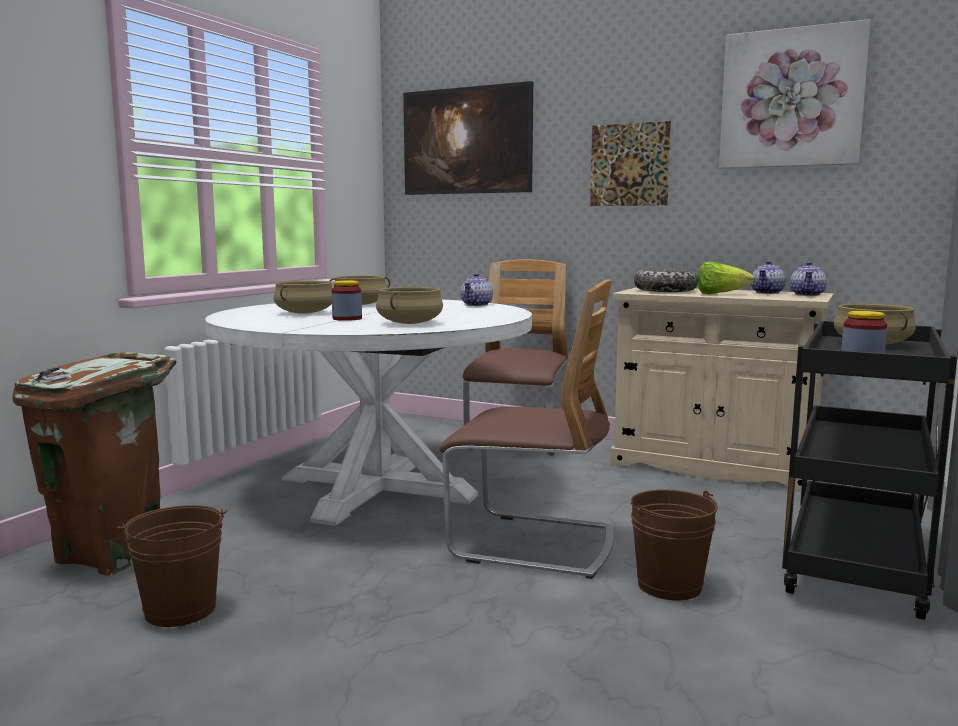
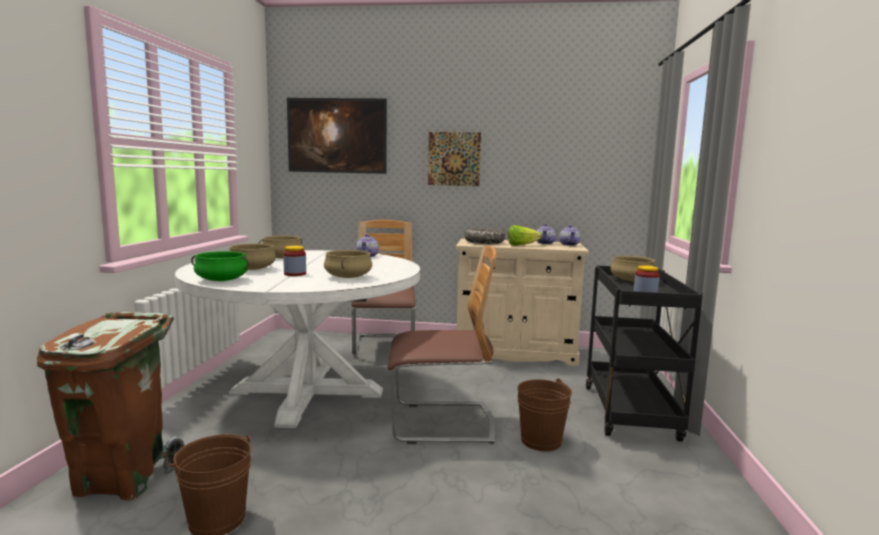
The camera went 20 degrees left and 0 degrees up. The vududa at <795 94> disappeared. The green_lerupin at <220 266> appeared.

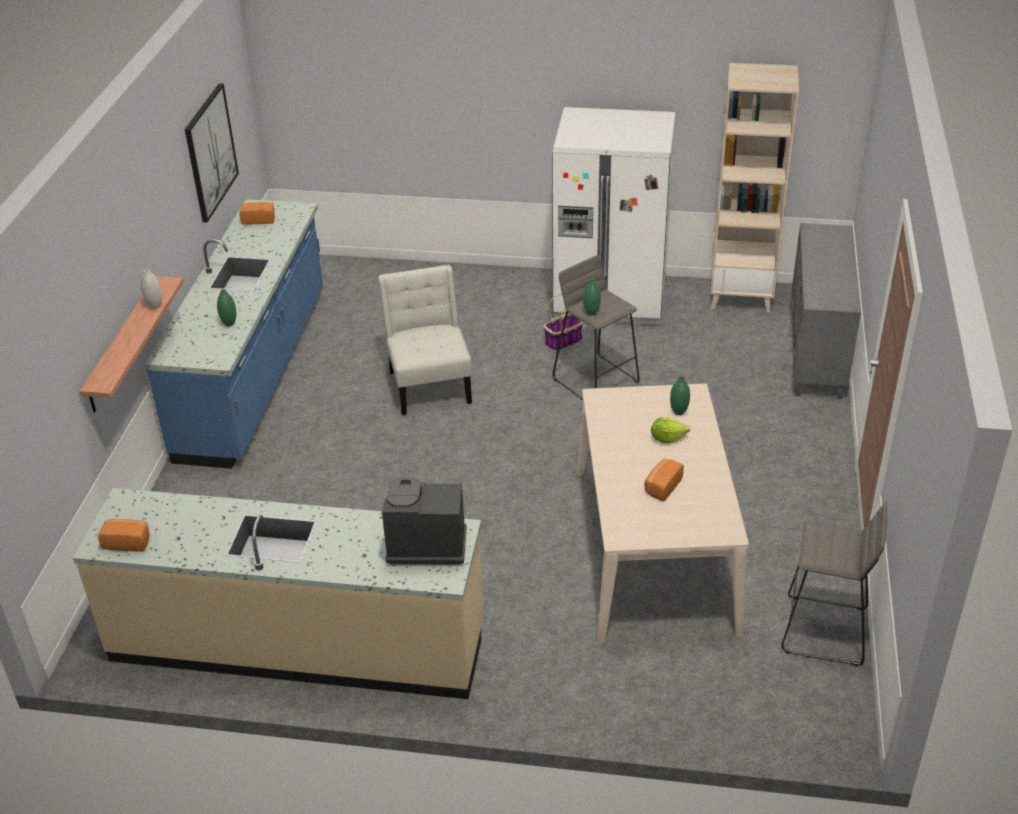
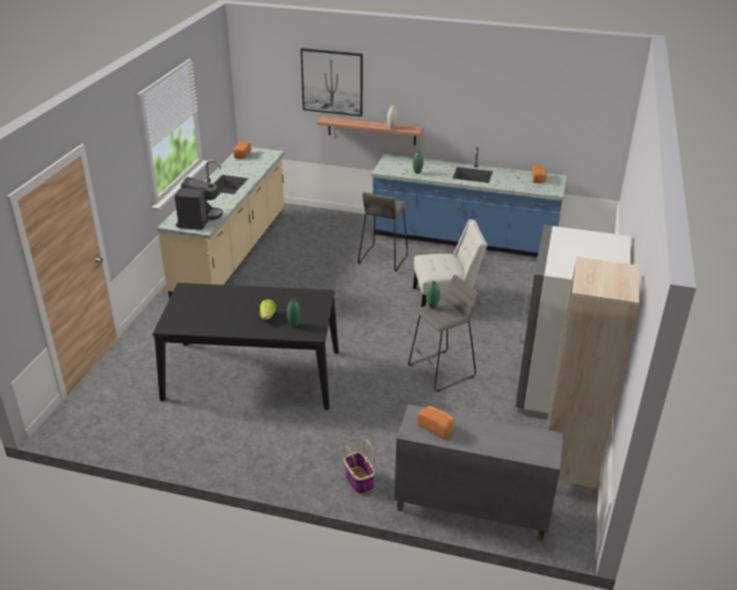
The camera went 95 degrees right and 5 degrees down. The vududa moved from <212 153> to <332 82>. The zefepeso moved from <563 322> to <359 467>. The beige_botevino at <663 513> became the black_botevino at <246 346>. The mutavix moved from <664 479> to <436 422>. The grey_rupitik moved from <834 584> to <383 232>.

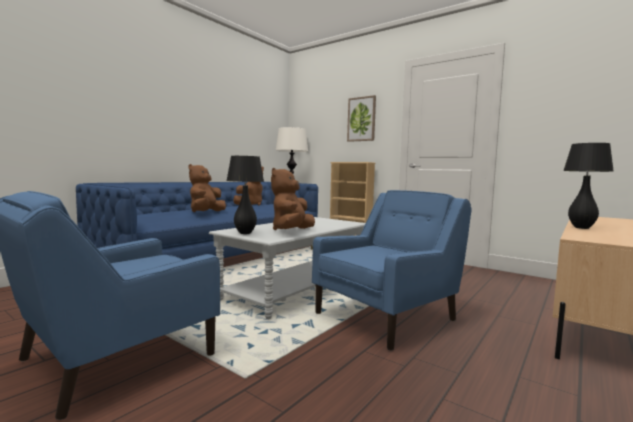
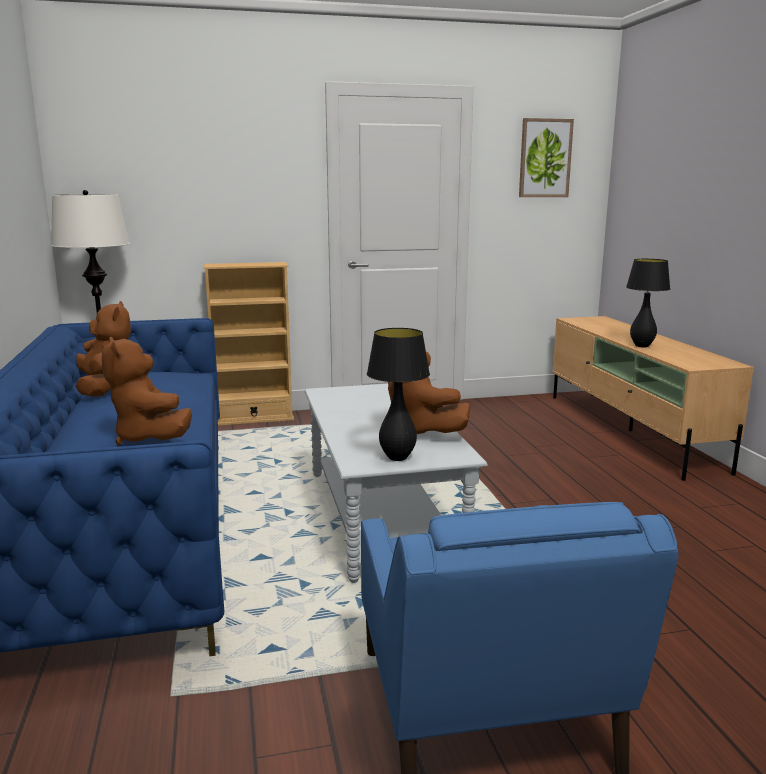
The camera went 50 degrees left and 10 degrees up. The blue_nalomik at <391 270> disappeared. The vududa moved from <361 118> to <546 157>.

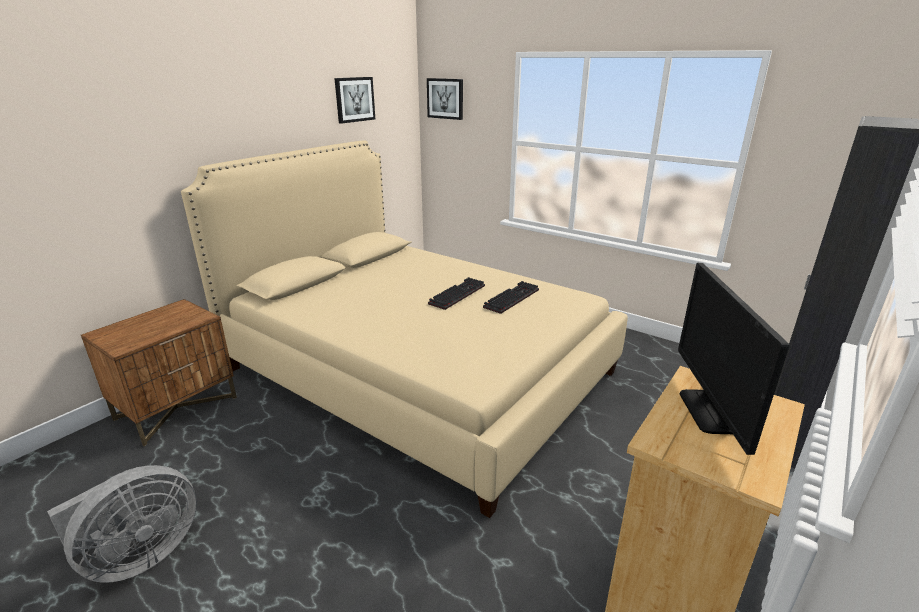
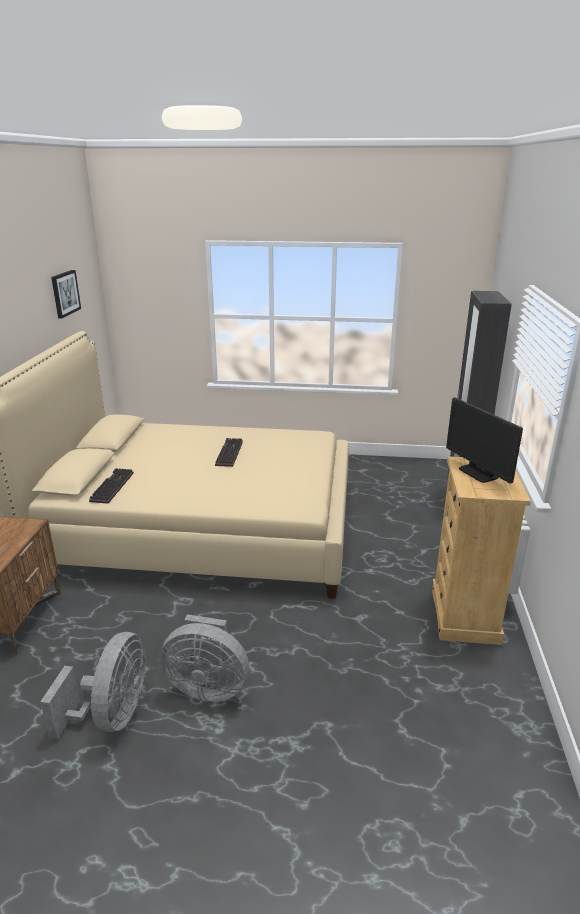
The camera went 30 degrees left and 0 degrees up. The vududa at <445 99> disappeared. The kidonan moved from <511 297> to <111 486>. The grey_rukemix at <204 658> appeared.

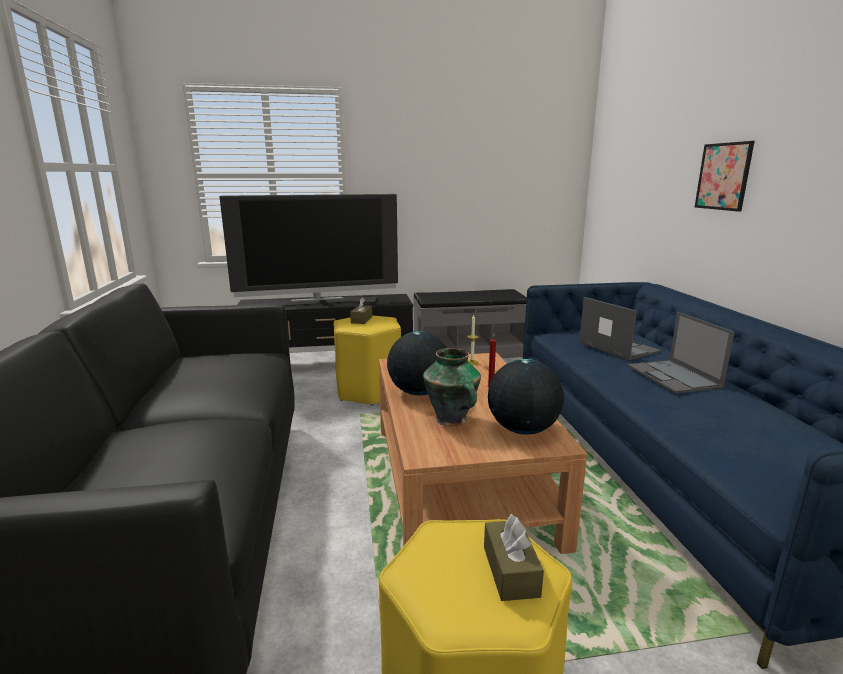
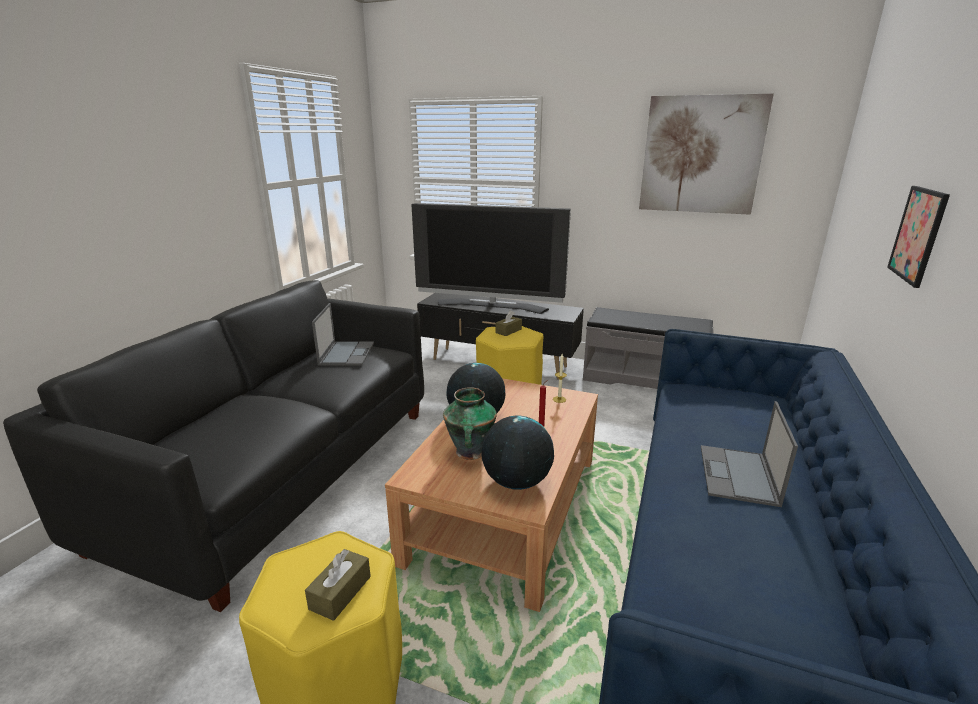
The camera went 30 degrees right and 5 degrees up. The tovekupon moved from <620 328> to <343 334>. The vududa at <706 154> appeared.

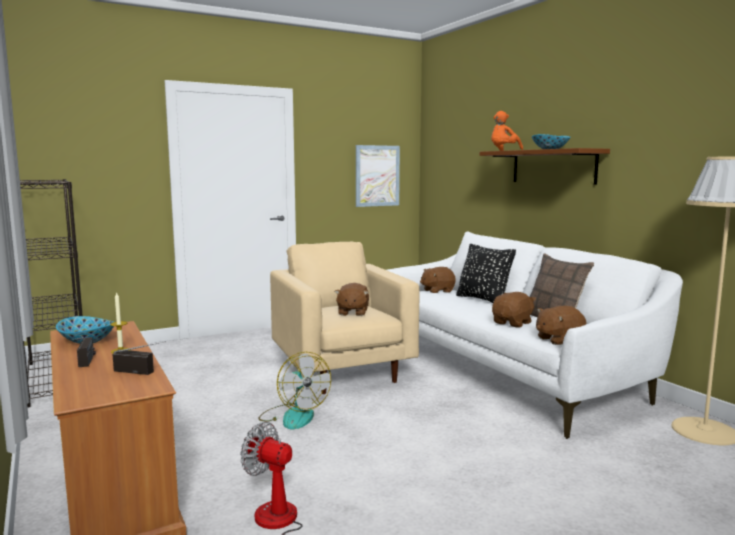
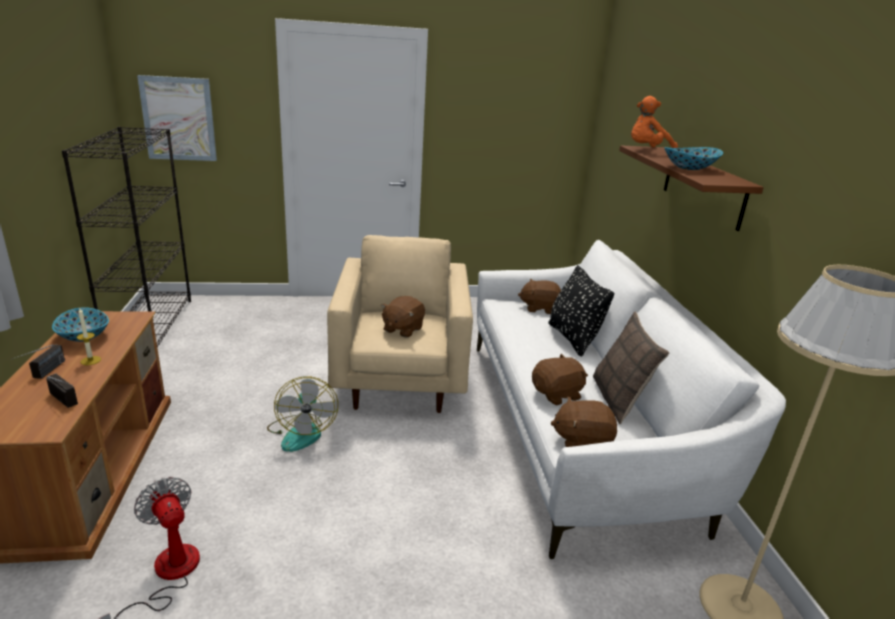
The camera went 20 degrees right and 15 degrees up. The vududa moved from <378 176> to <177 118>.

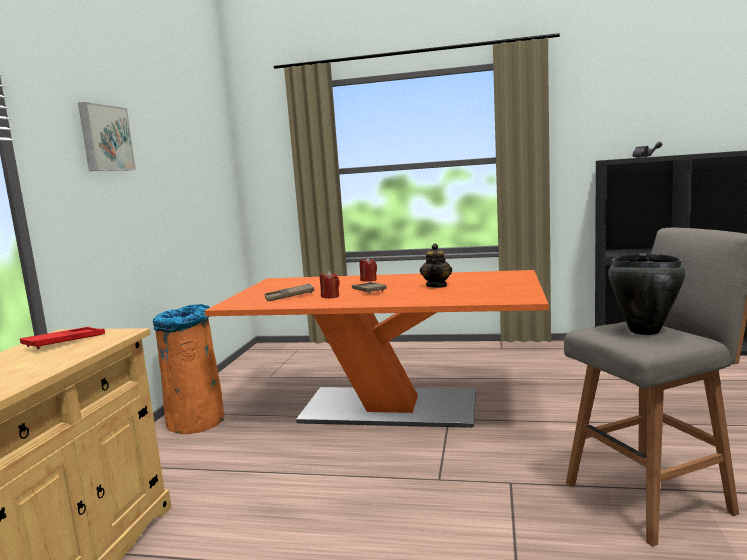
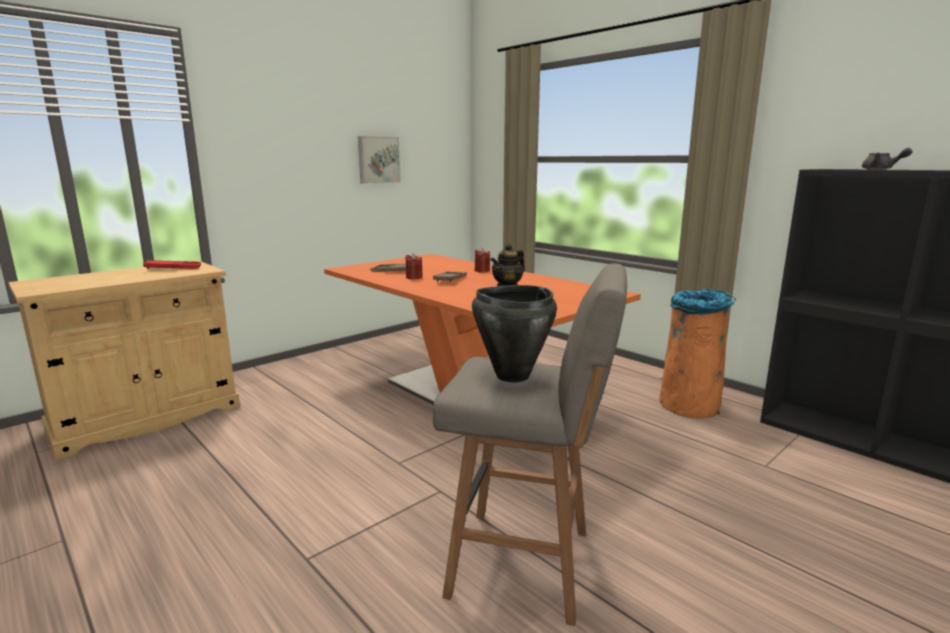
The camera went 35 degrees right and 5 degrees up. The vududa moved from <107 136> to <379 160>. The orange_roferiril moved from <188 369> to <697 354>.

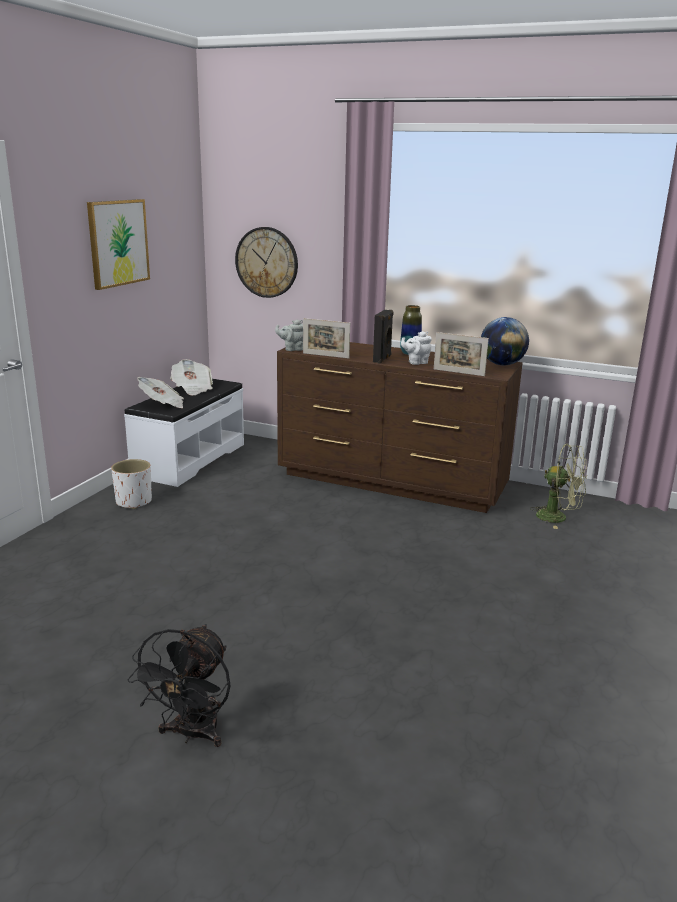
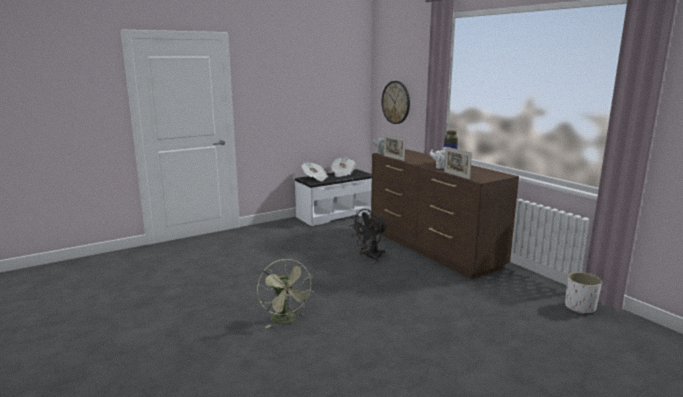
The camera went 35 degrees right and 5 degrees down. The vududa at <118 244> disappeared. The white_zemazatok moved from <131 484> to <583 293>. The black_rukemix moved from <179 685> to <369 235>. The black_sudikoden at <383 337> disappeared. The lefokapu at <505 341> disappeared. The green_rukemix moved from <558 486> to <285 293>.

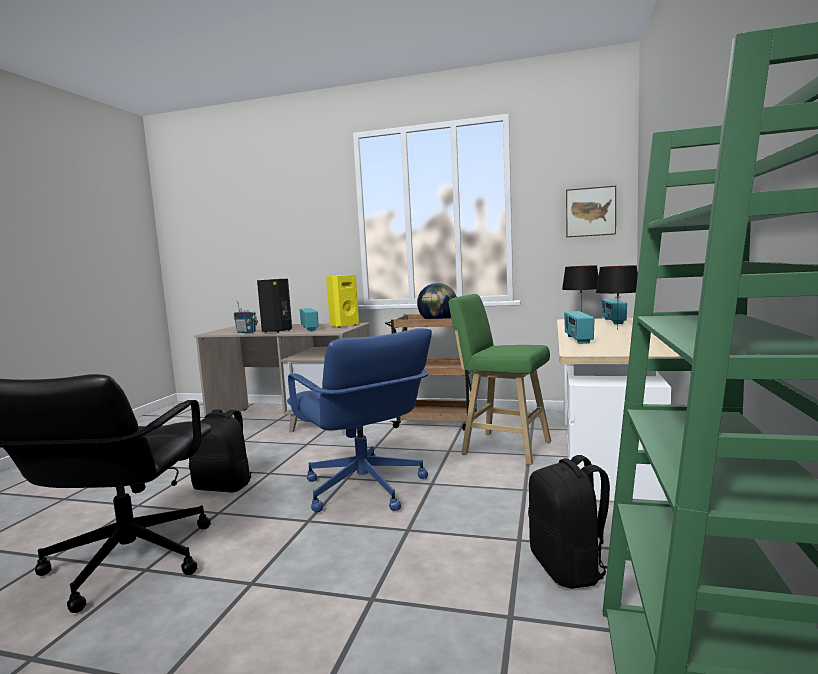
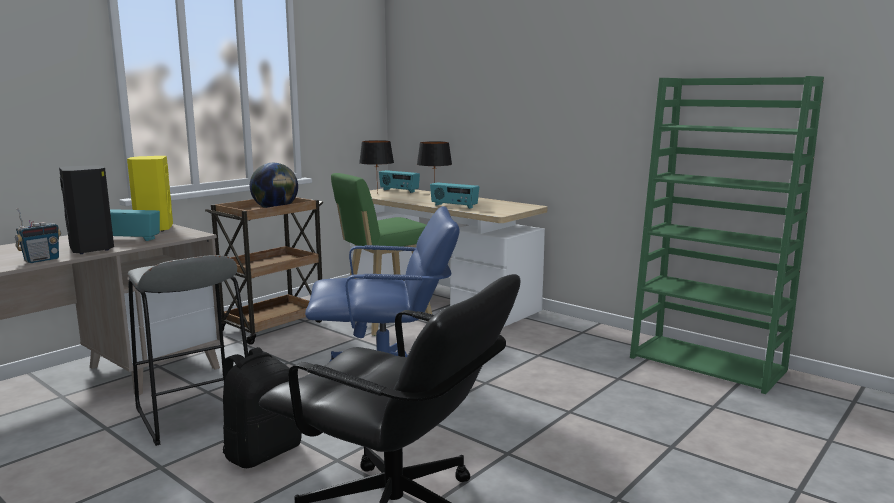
The camera went 65 degrees left and 5 degrees up. The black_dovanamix at <569 522> disappeared. The vududa at <591 211> disappeared. The grey_rupitik at <188 350> appeared.

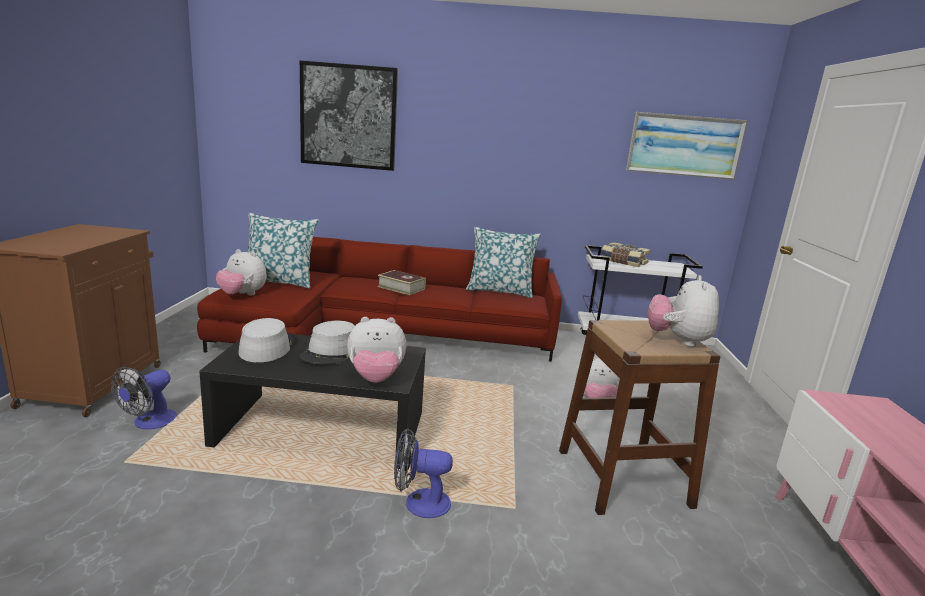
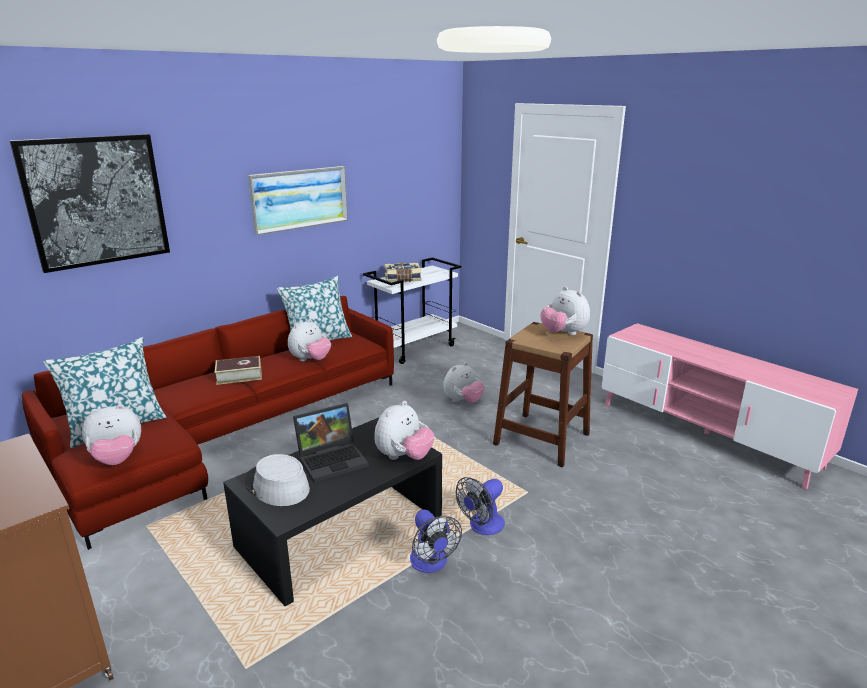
The camera went 45 degrees left and 5 degrees up. The rukemix moved from <144 398> to <436 541>. The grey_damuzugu at <327 342> was replaced by the tovekupon at <331 443>. The vududa moved from <687 146> to <298 200>. The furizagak at <309 340> appeared.

